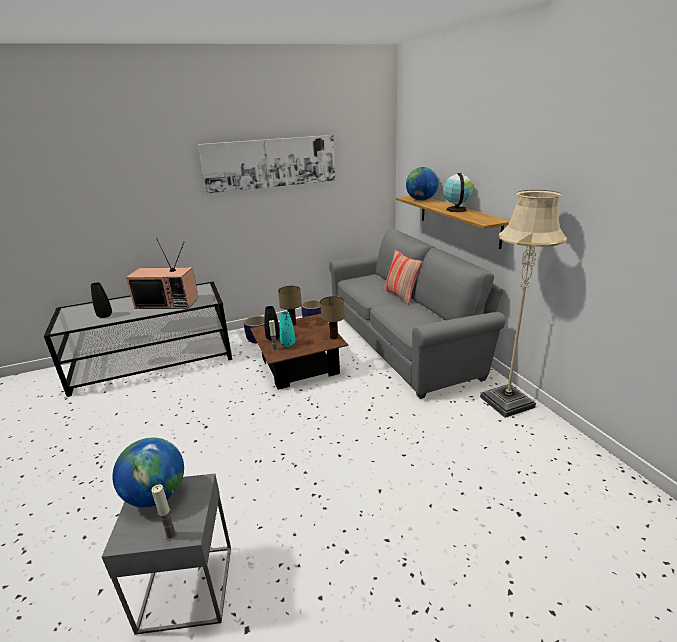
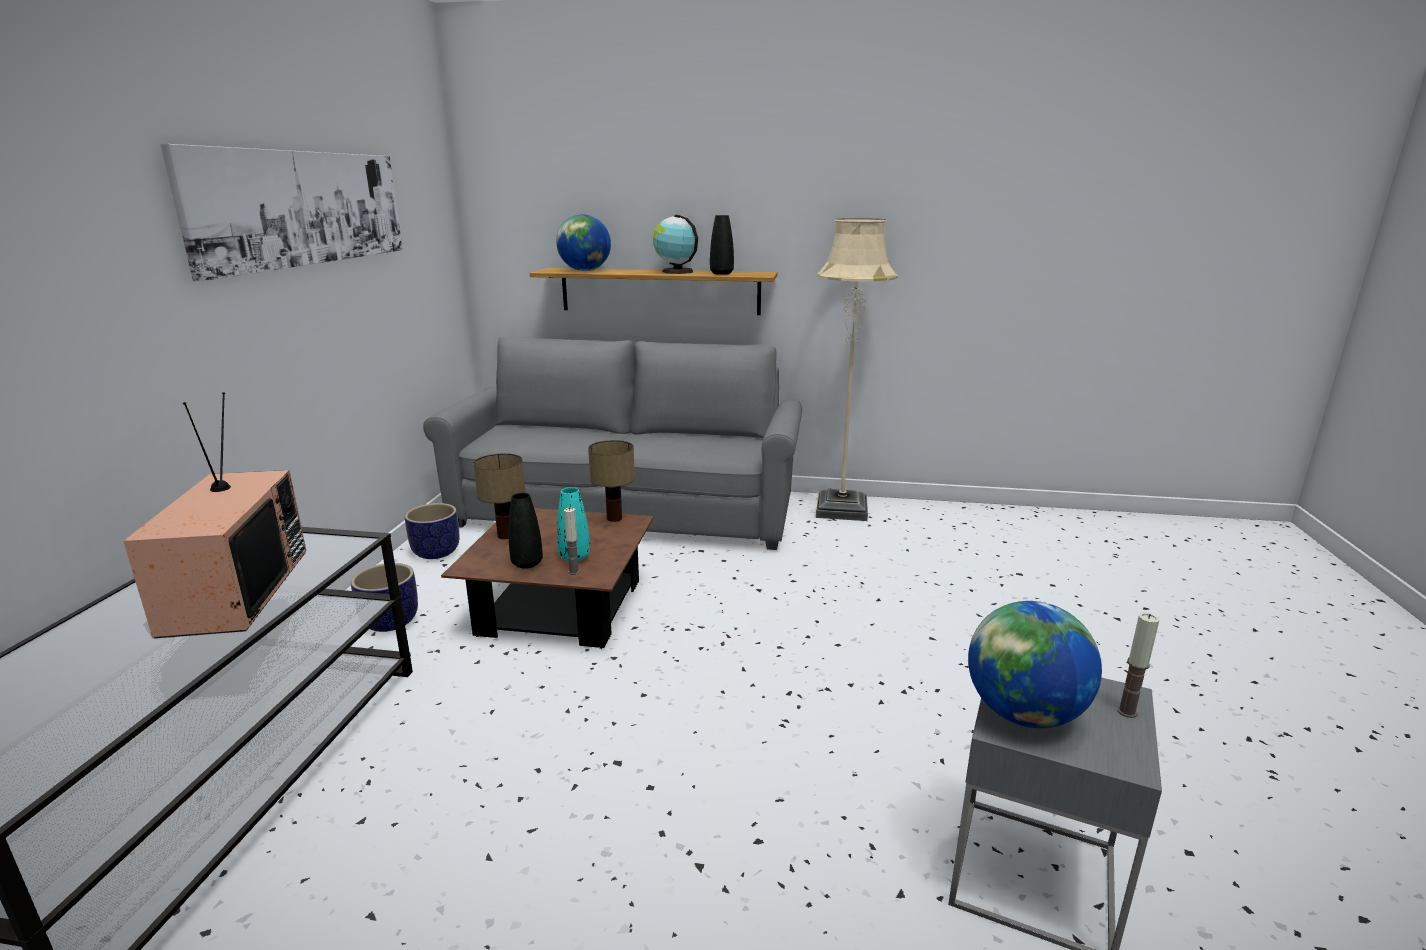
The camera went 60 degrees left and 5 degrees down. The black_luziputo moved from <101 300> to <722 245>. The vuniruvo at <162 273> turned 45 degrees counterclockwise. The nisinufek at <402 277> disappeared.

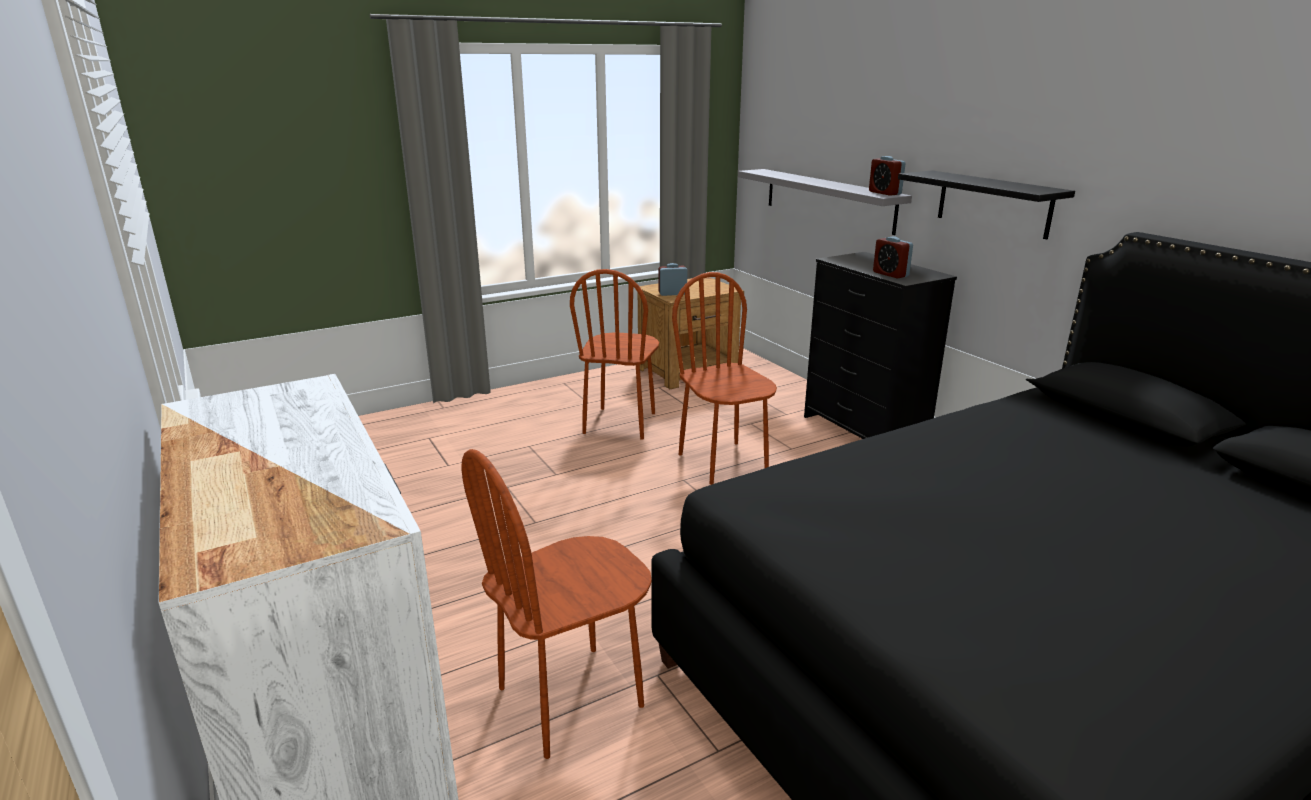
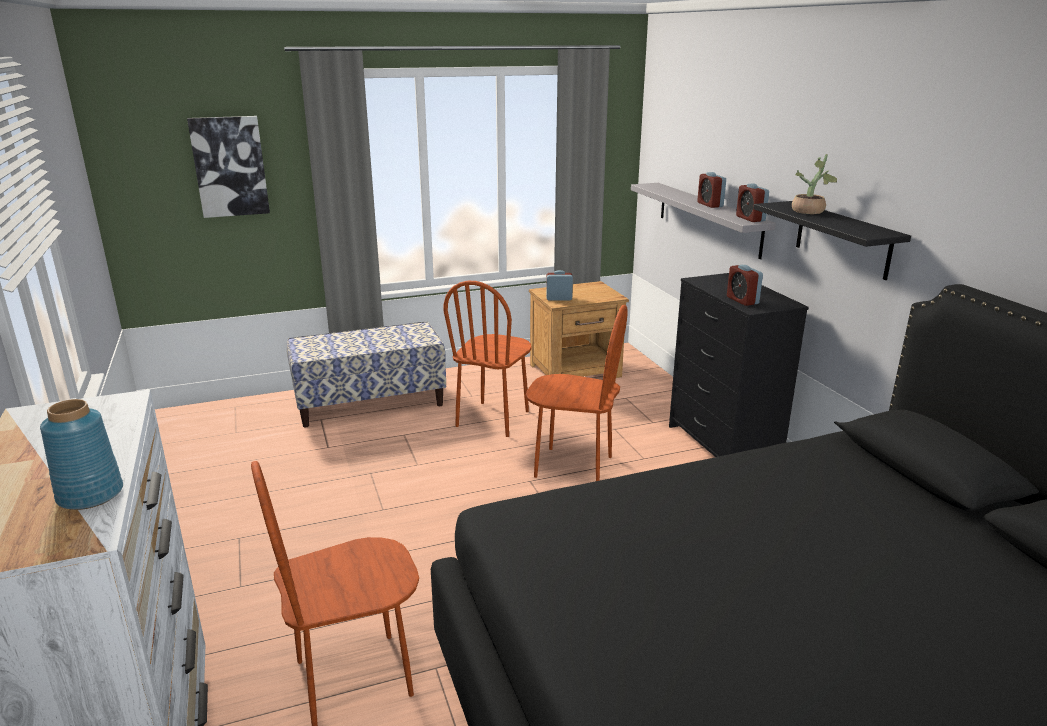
The camera went 10 degrees right and 0 degrees up. The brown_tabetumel at <724 378> turned 120 degrees clockwise. The blue_luziputo at <81 454> appeared. The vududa at <228 167> appeared. The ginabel at <366 374> appeared. The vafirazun at <711 190> appeared. The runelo at <814 184> appeared.

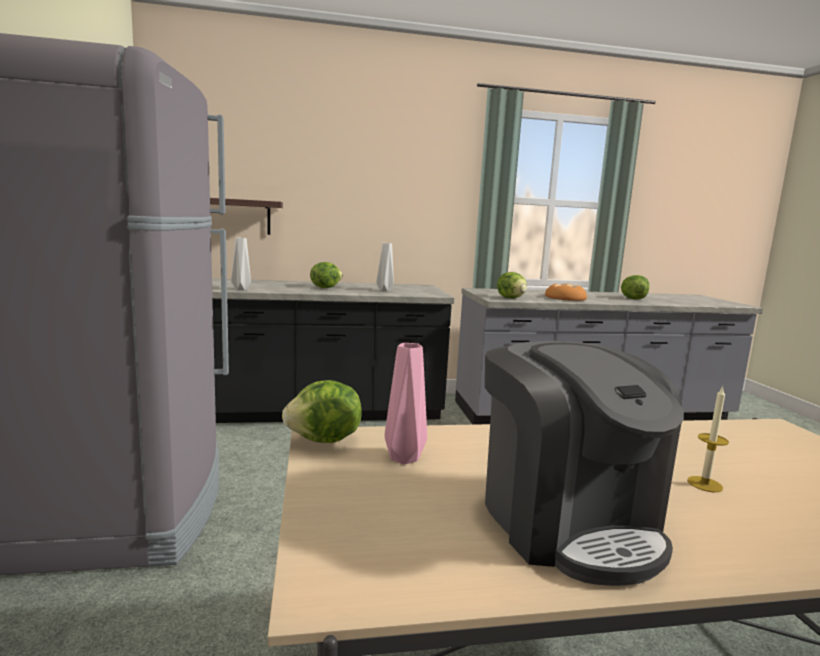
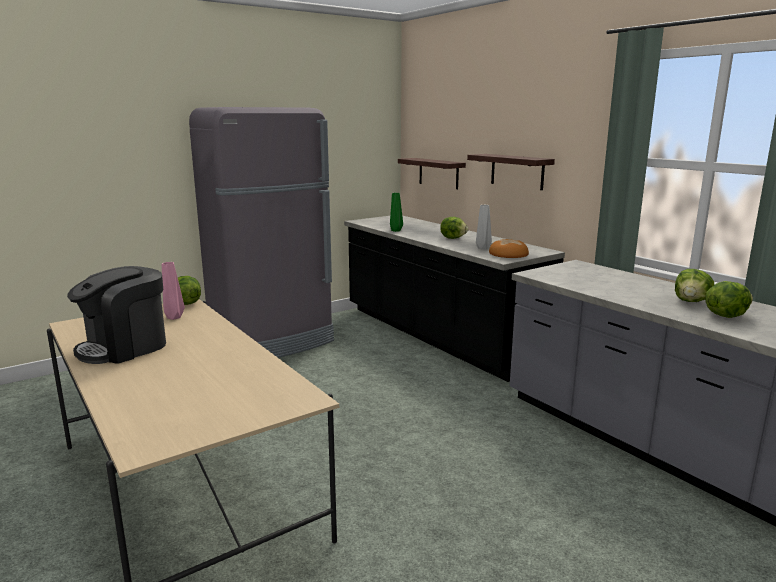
The camera went 65 degrees right and 5 degrees up. The grey_luziputo at <241 264> became the green_luziputo at <396 212>. The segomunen moved from <512 285> to <695 285>. The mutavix moved from <566 292> to <509 248>. The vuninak at <708 439> disappeared. The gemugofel at <511 172> appeared.

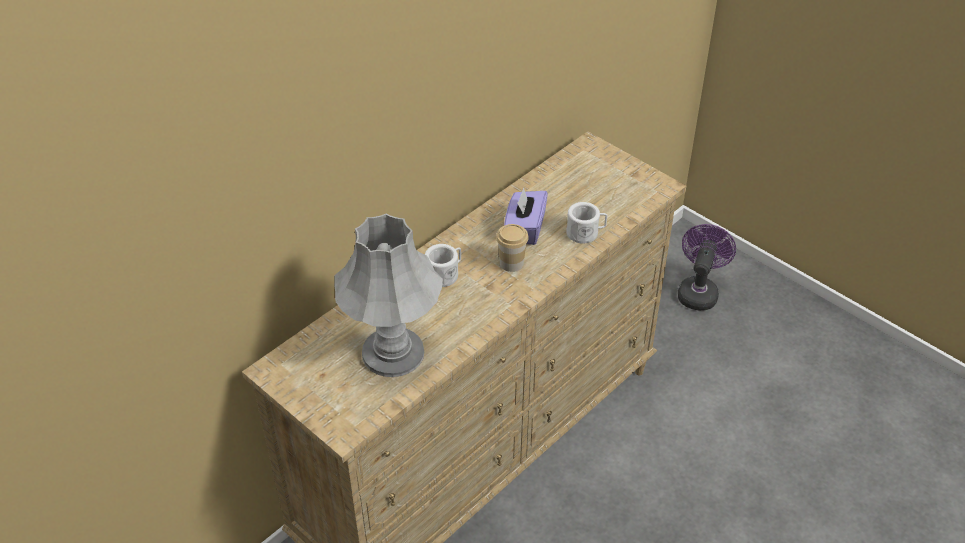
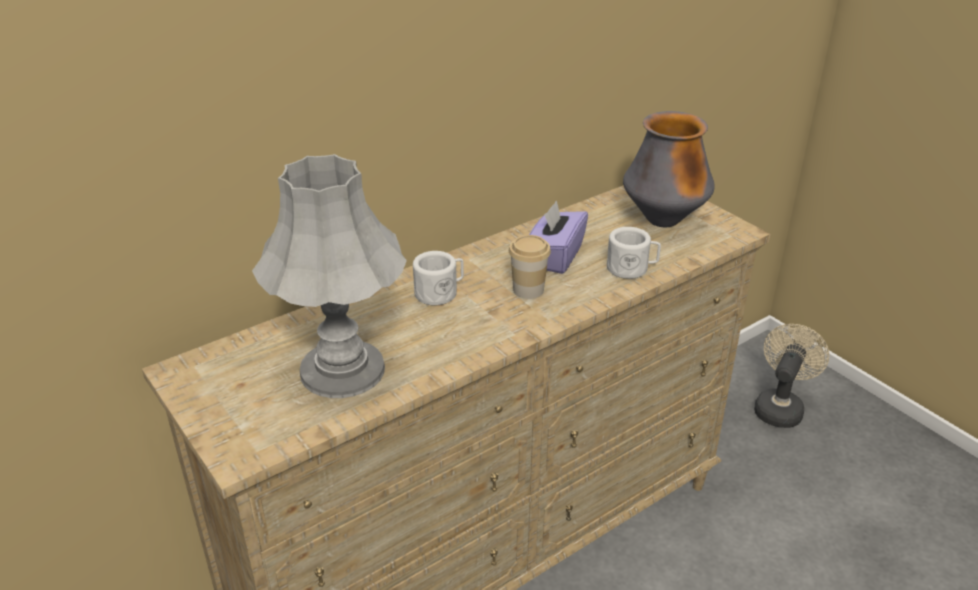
The camera went 10 degrees right and 10 degrees down. The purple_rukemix at <707 267> became the beige_rukemix at <791 376>. The luziputo at <669 169> appeared.

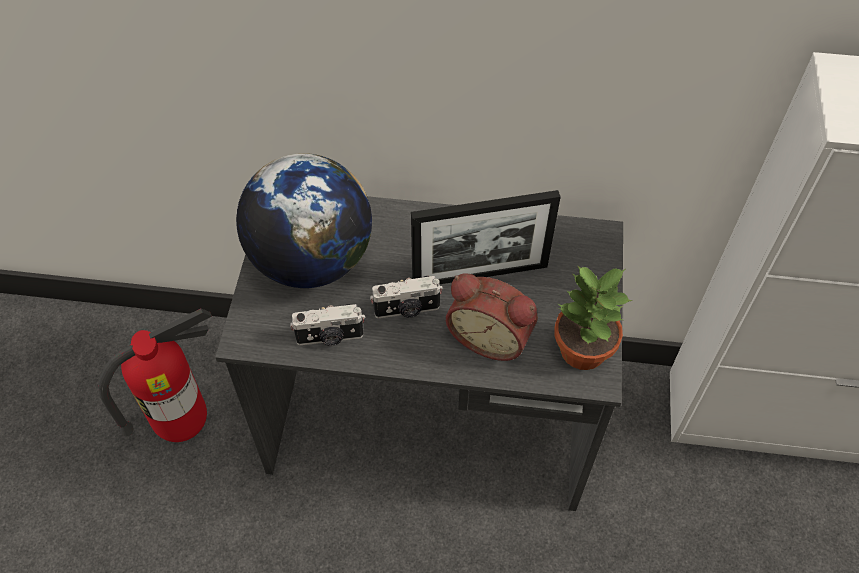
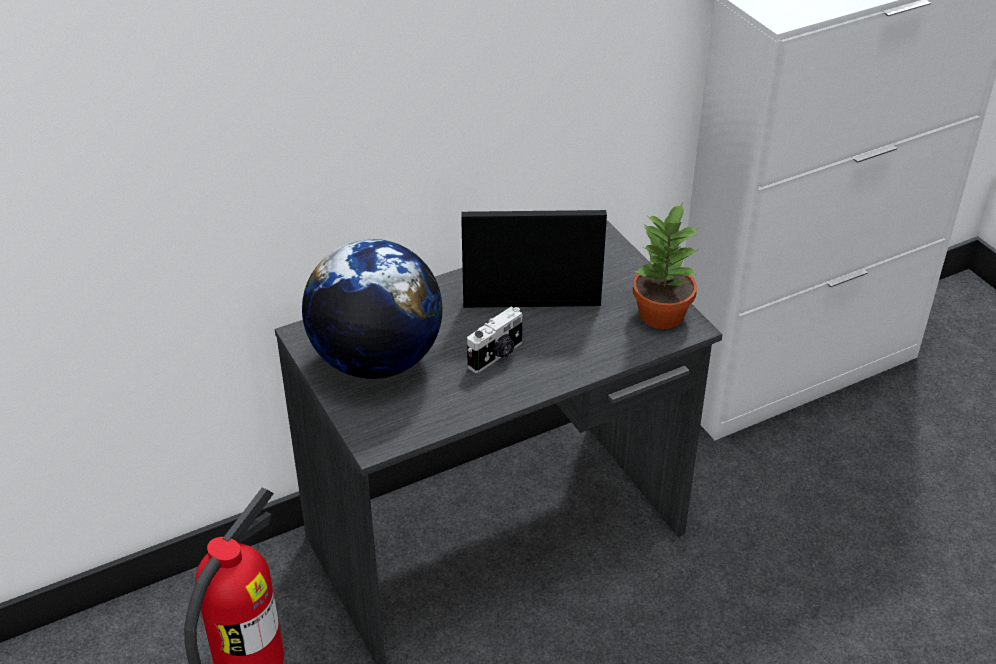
The camera went 35 degrees left and 15 degrees down. The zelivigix at <327 325> disappeared. The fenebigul at <486 237> turned 135 degrees counterclockwise. The vafirazun at <492 317> disappeared.

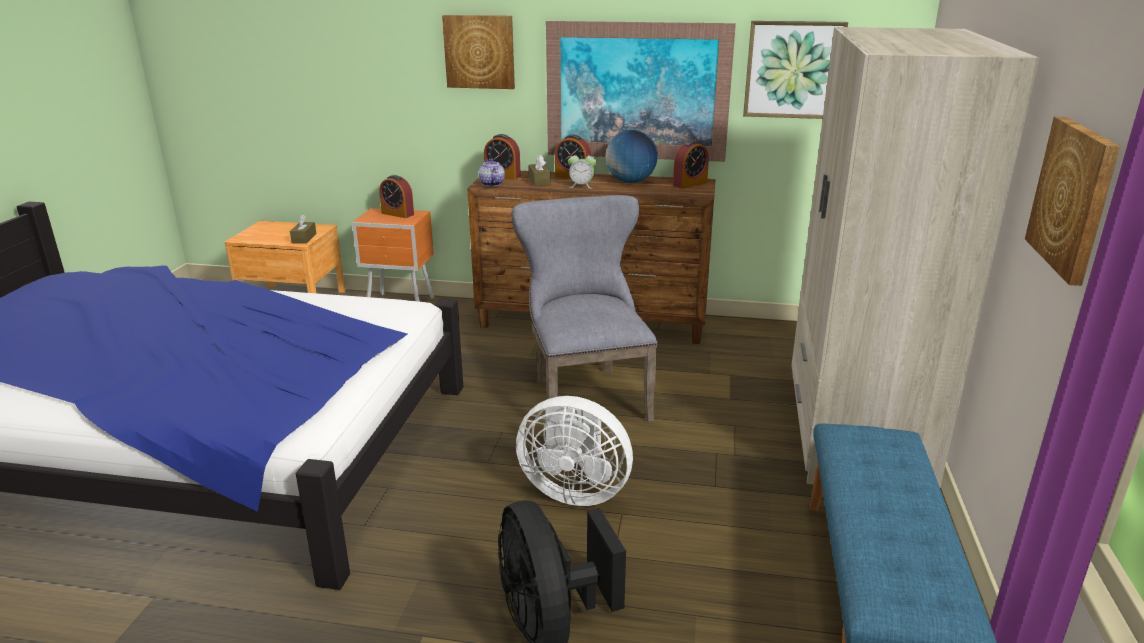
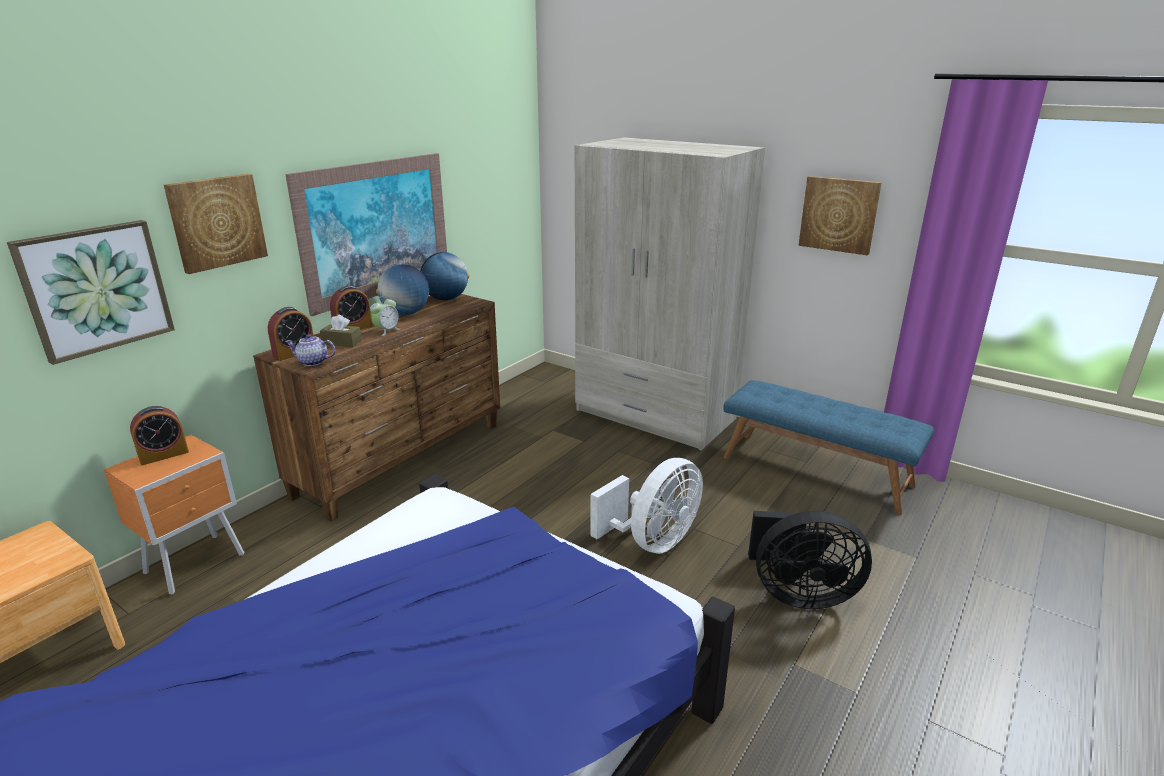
The camera went 65 degrees left and 0 degrees up. The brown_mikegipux at <303 229> disappeared. The grey_tabetumel at <584 308> disappeared. The vafirazun at <691 164> was replaced by the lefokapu at <444 276>. The vududa moved from <795 70> to <91 292>.

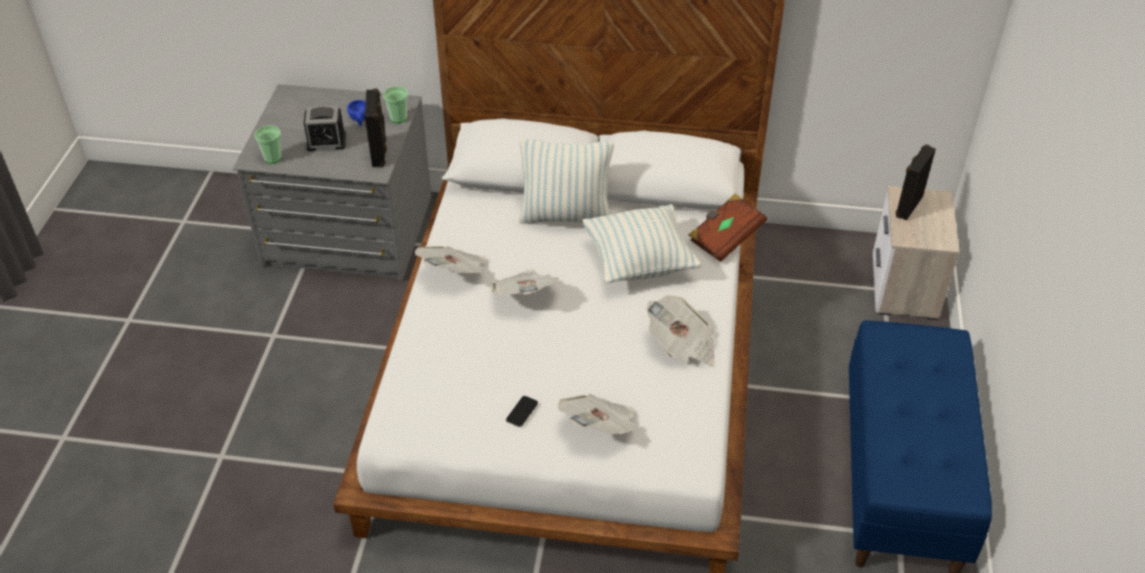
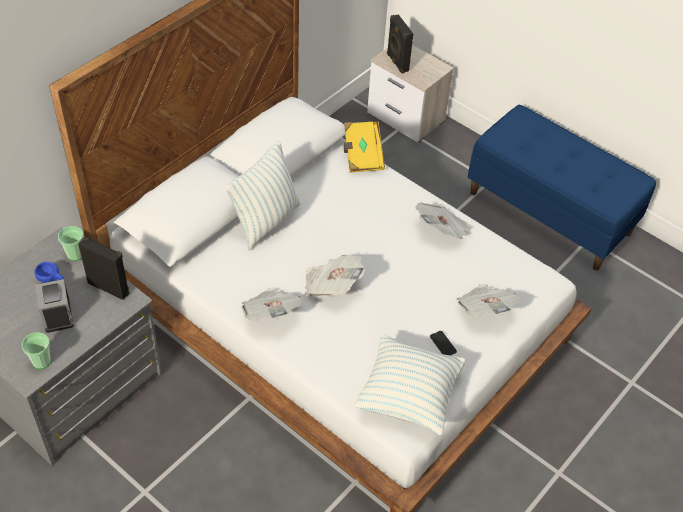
The camera went 60 degrees left and 5 degrees up. The vafirazun at <325 128> turned 135 degrees clockwise. The nisinufek moved from <642 244> to <410 384>. The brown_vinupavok at <728 228> became the yellow_vinupavok at <364 147>.

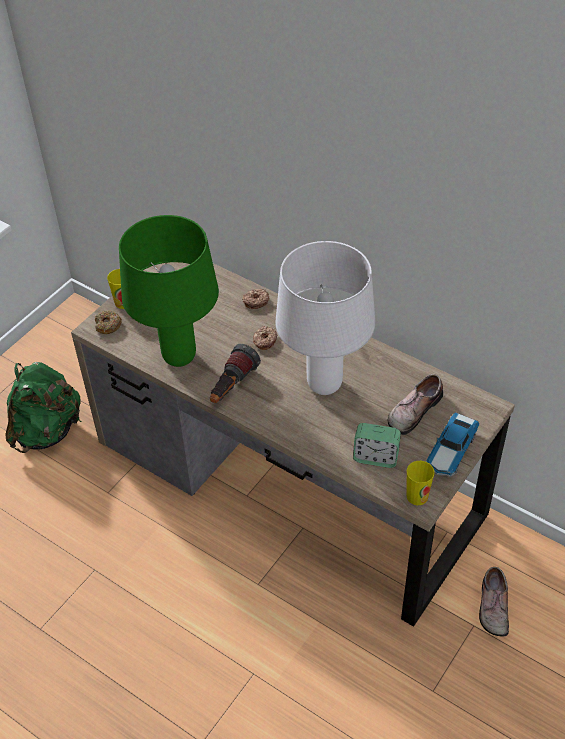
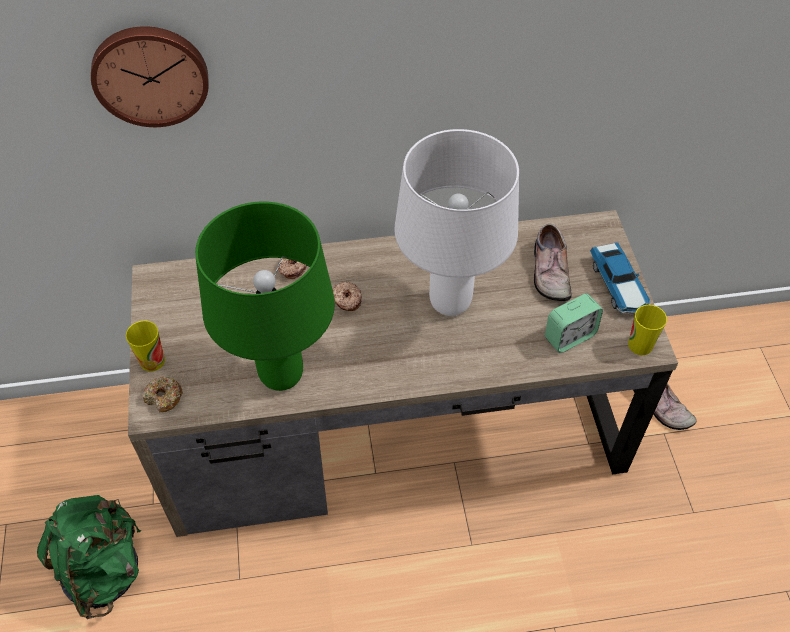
The camera went 45 degrees left and 5 degrees up. The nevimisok at <235 373> disappeared. The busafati at <150 76> appeared.

